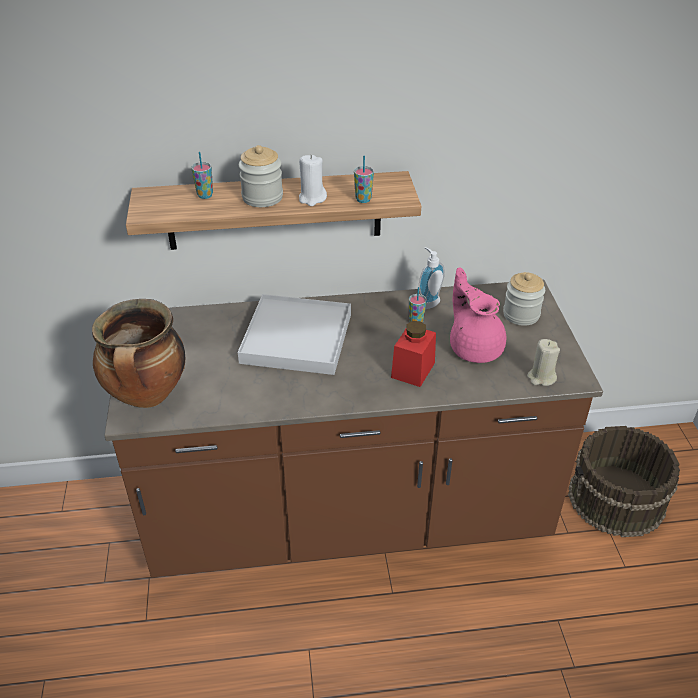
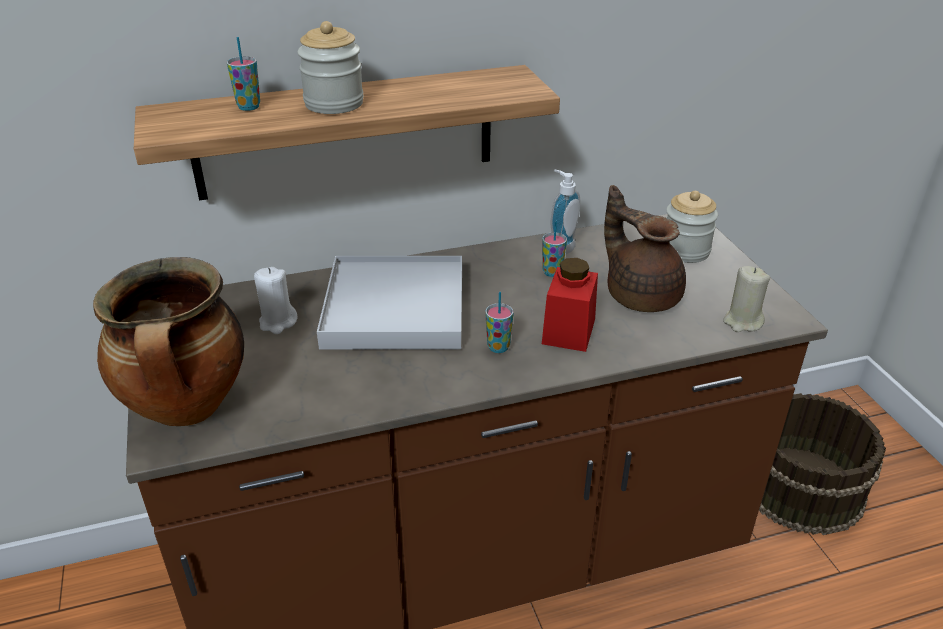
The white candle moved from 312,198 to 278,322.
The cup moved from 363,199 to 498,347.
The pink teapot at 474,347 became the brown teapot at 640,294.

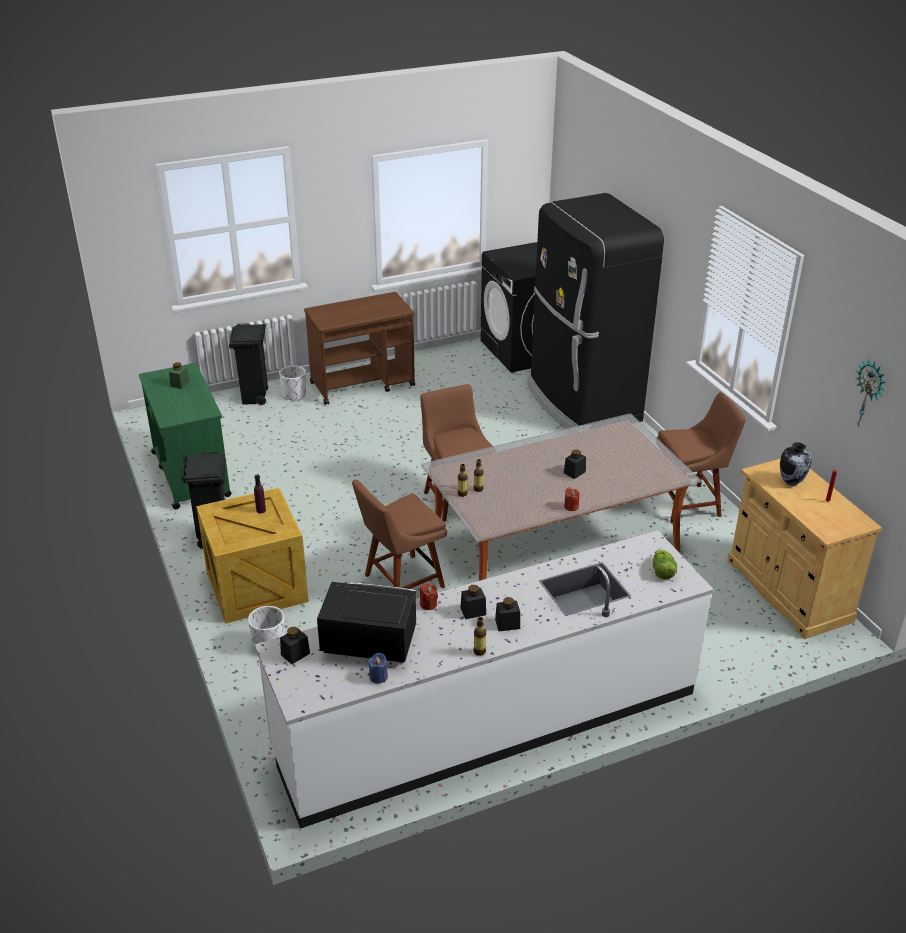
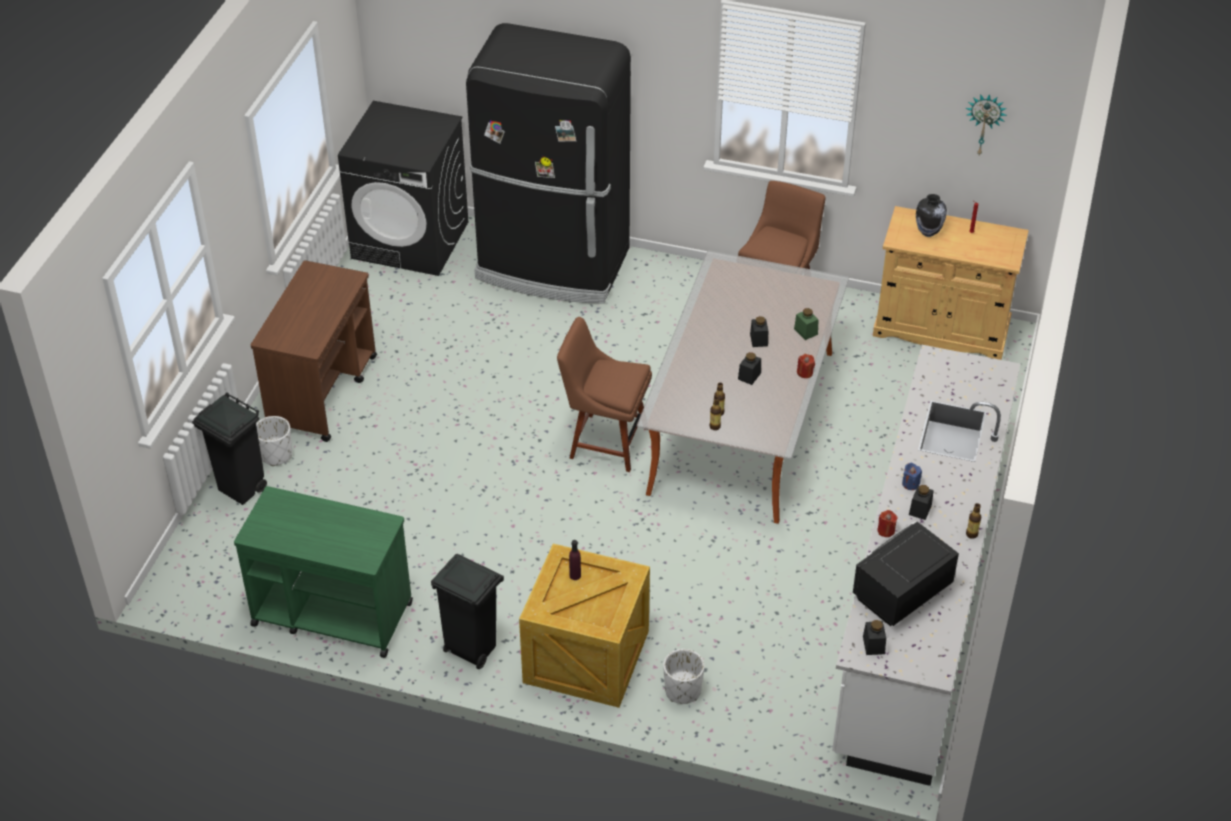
The black jar moved from 507,624 to 749,376.
The green jar moved from 180,384 to 805,331.
The blue candle moved from 378,677 to 910,484.
The brown chair at 400,582 disappeared.
The lettuce at 662,571 disappeared.

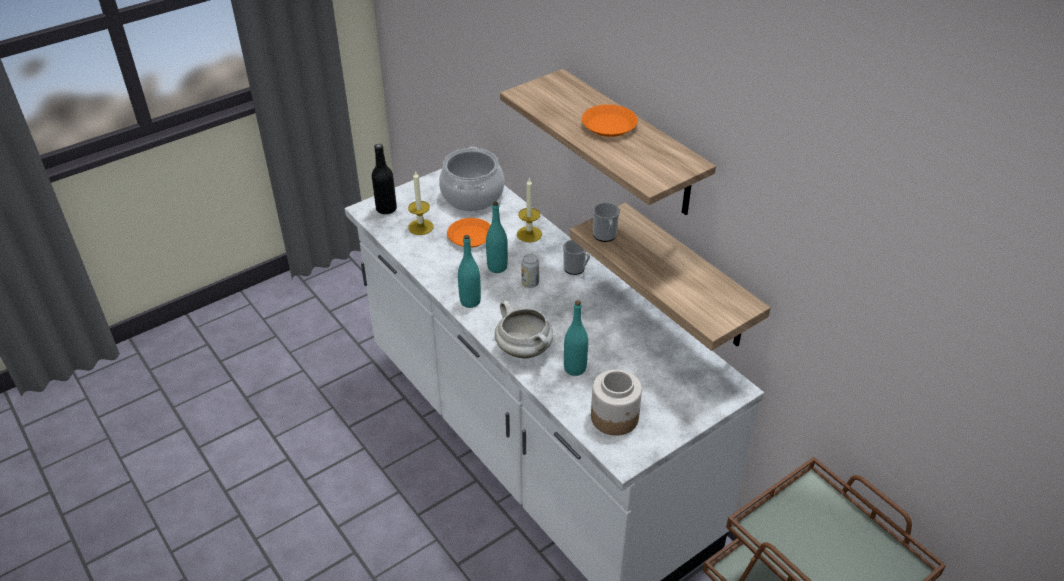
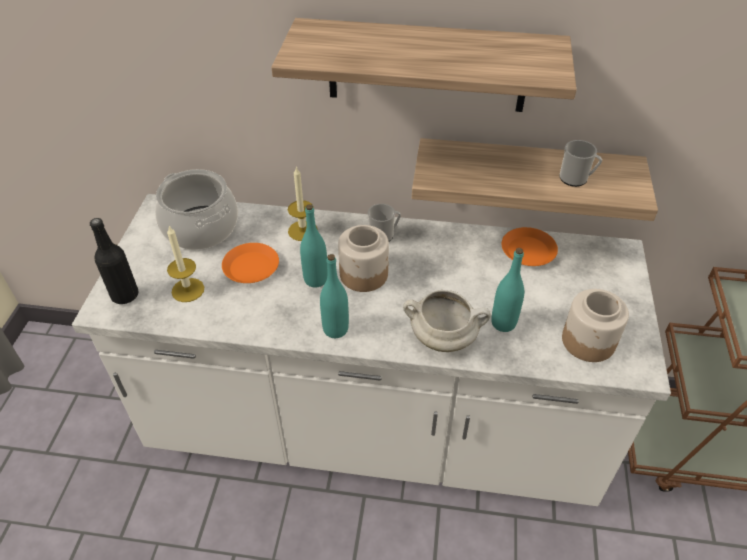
The can at 530,283 was replaced by the jar at 364,274.
The orange plate moved from 609,125 to 528,251.
The mug moved from 605,236 to 576,179.

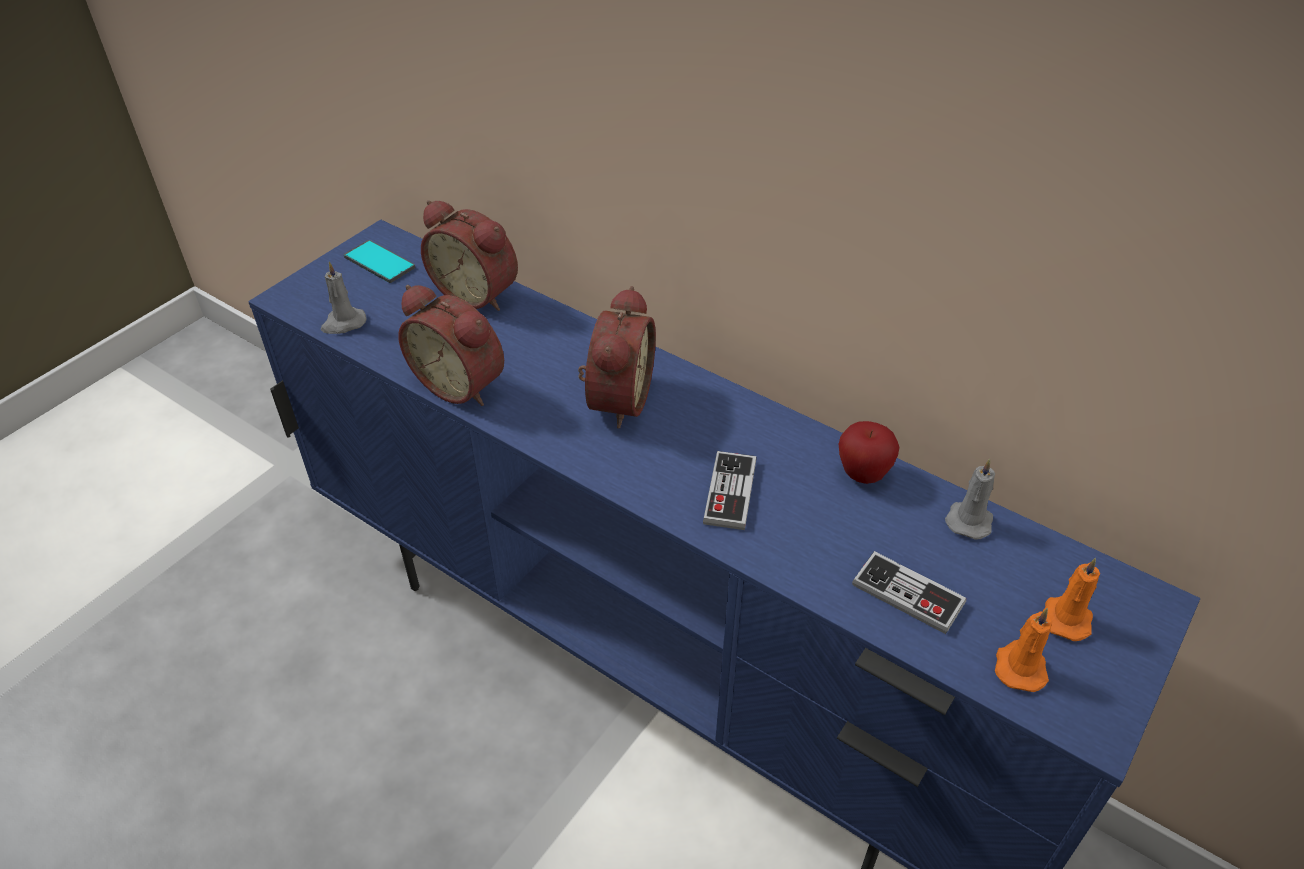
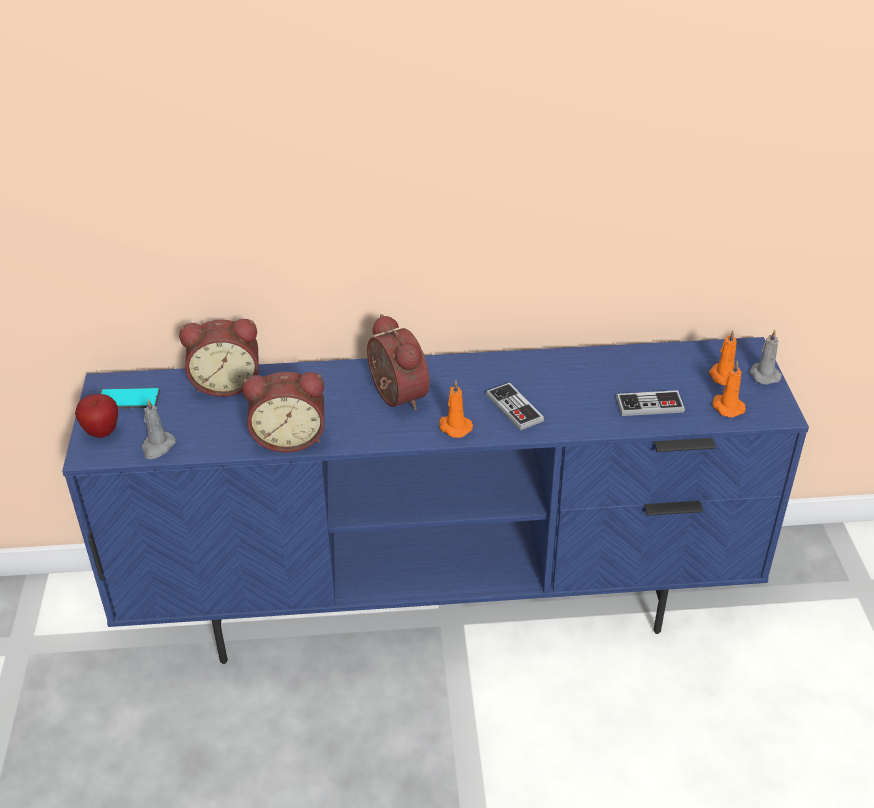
The apple moved from 862,474 to 102,432.
The orange candle at 454,427 appeared.
The grey candle moved from 969,519 to 763,375.

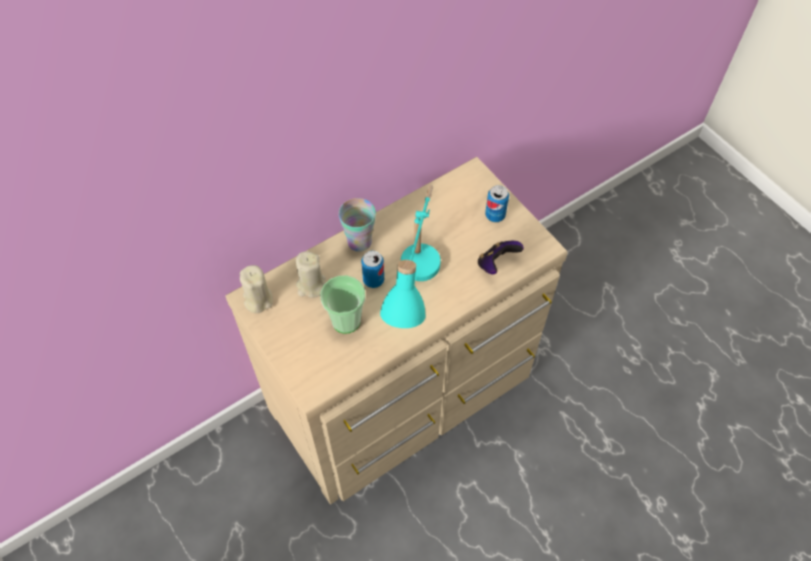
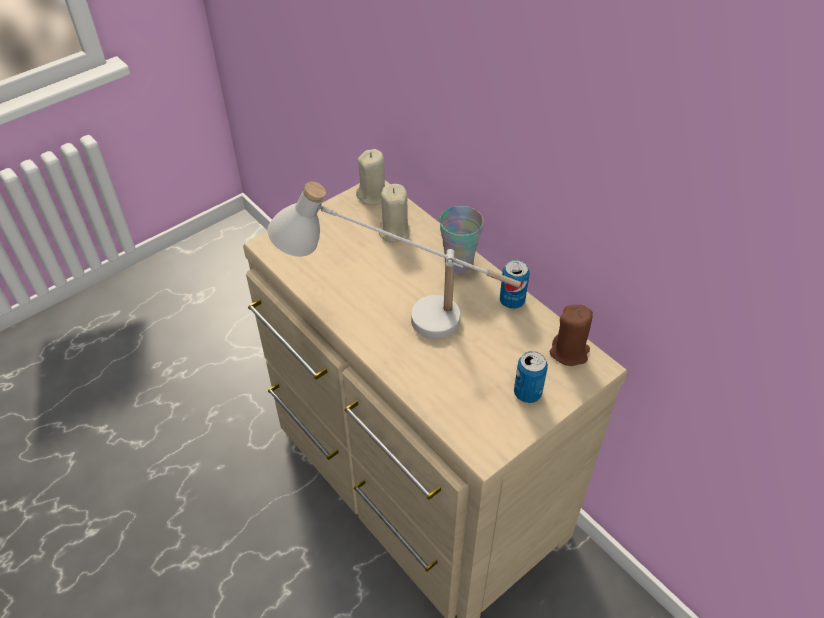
The turquoise table lamp at 415,290 became the white table lamp at 398,318.
The can moved from 373,280 to 512,301.
The brown candle at 569,352 appeared.
The cup at 346,320 disappeared.
The game controller at 496,264 disappeared.

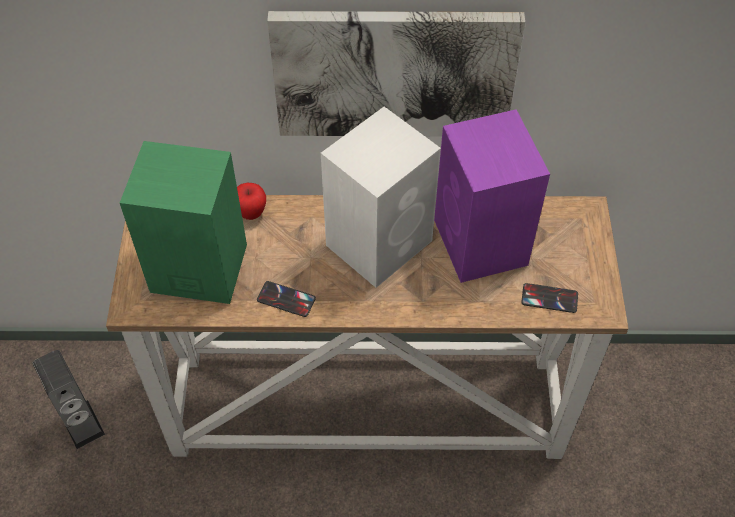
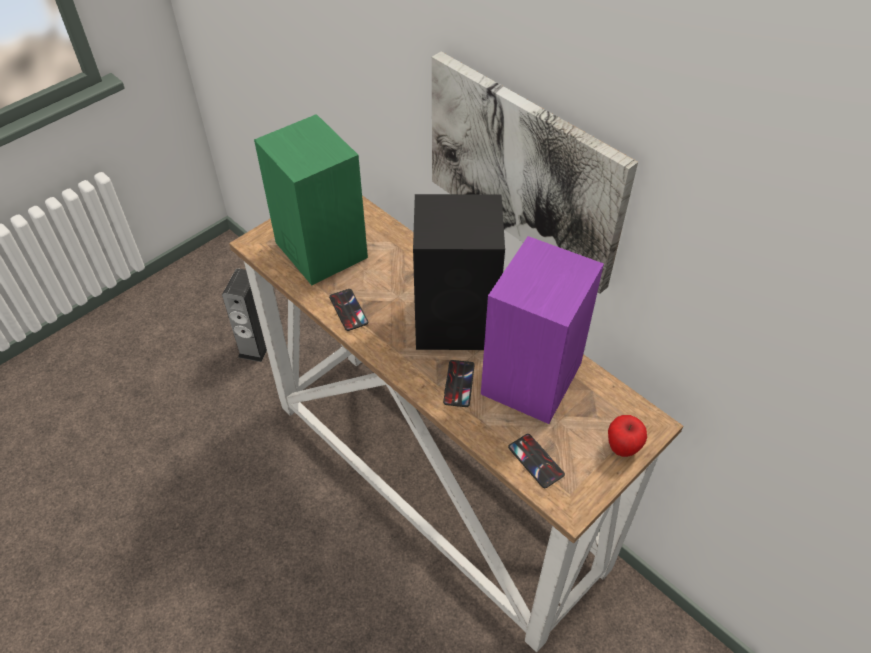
The white speaker at 381,241 became the black speaker at 458,322.
The phone at 459,383 appeared.
The apple moved from 251,213 to 622,448.

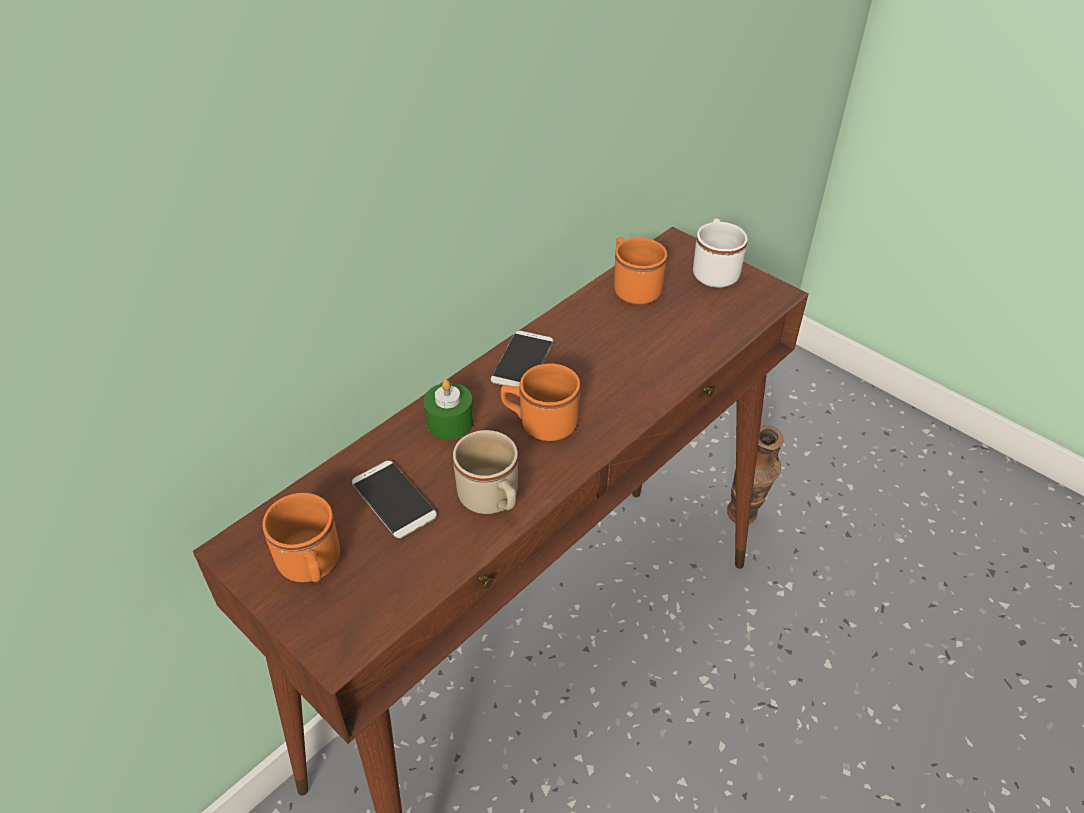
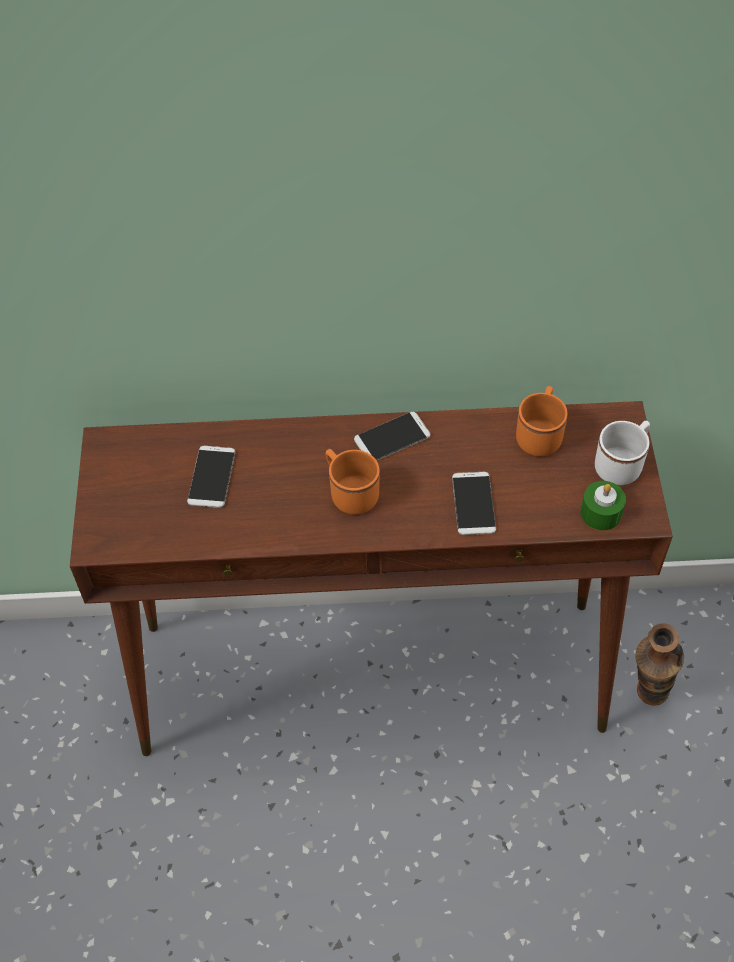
The phone at 473,504 appeared.
The green candle moved from 450,421 to 601,513.
The orange mug at 312,567 disappeared.
The beige mug at 492,501 disappeared.

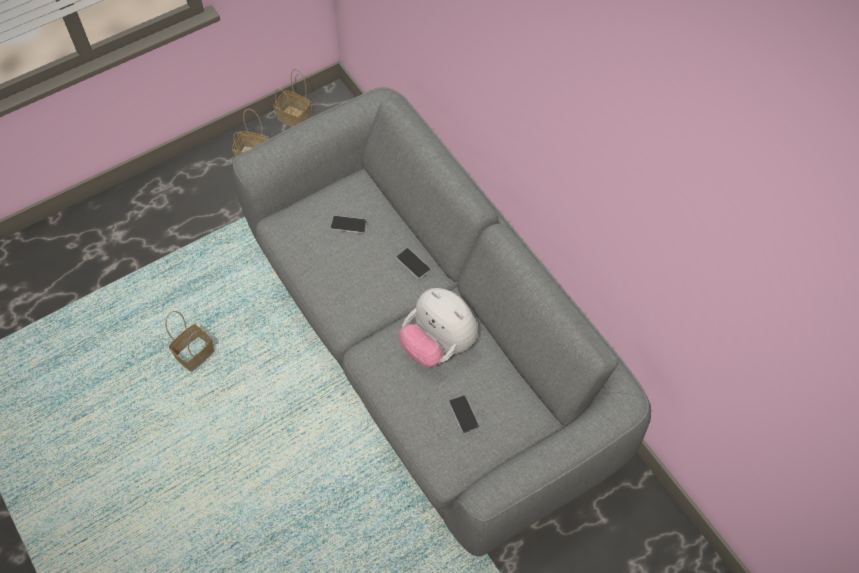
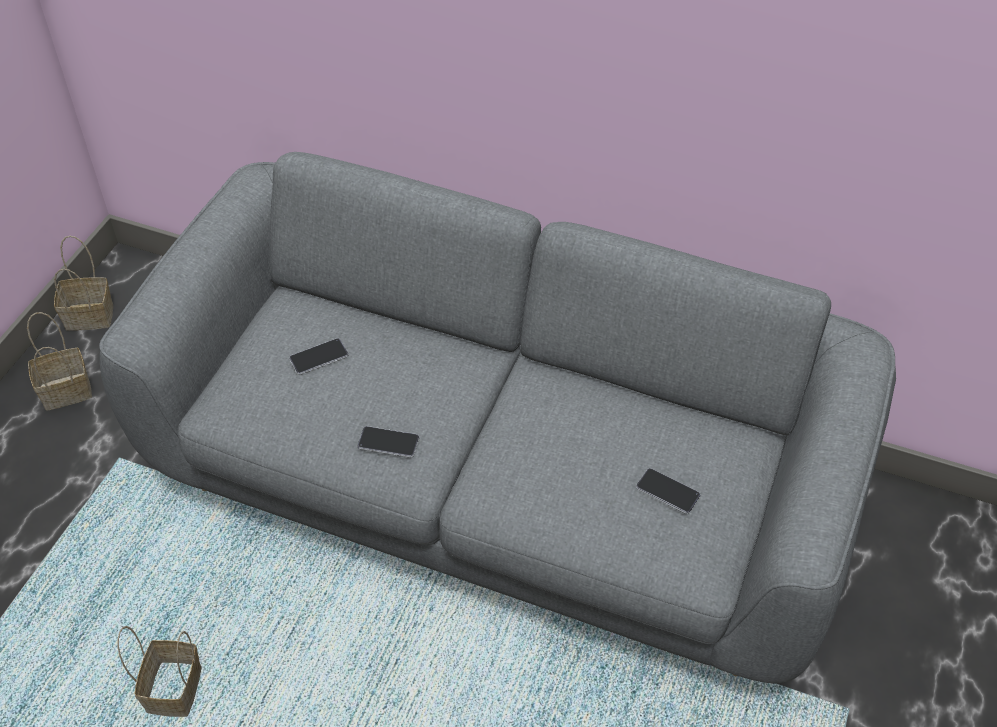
The phone moved from 413,263 to 388,442.
The plush toy at 438,344 disappeared.

